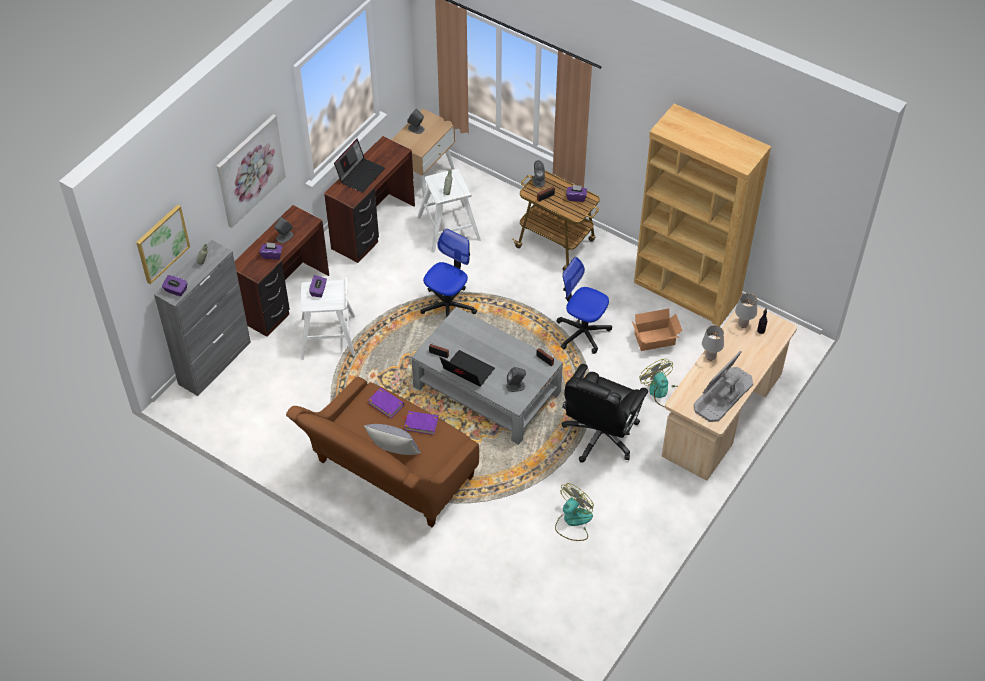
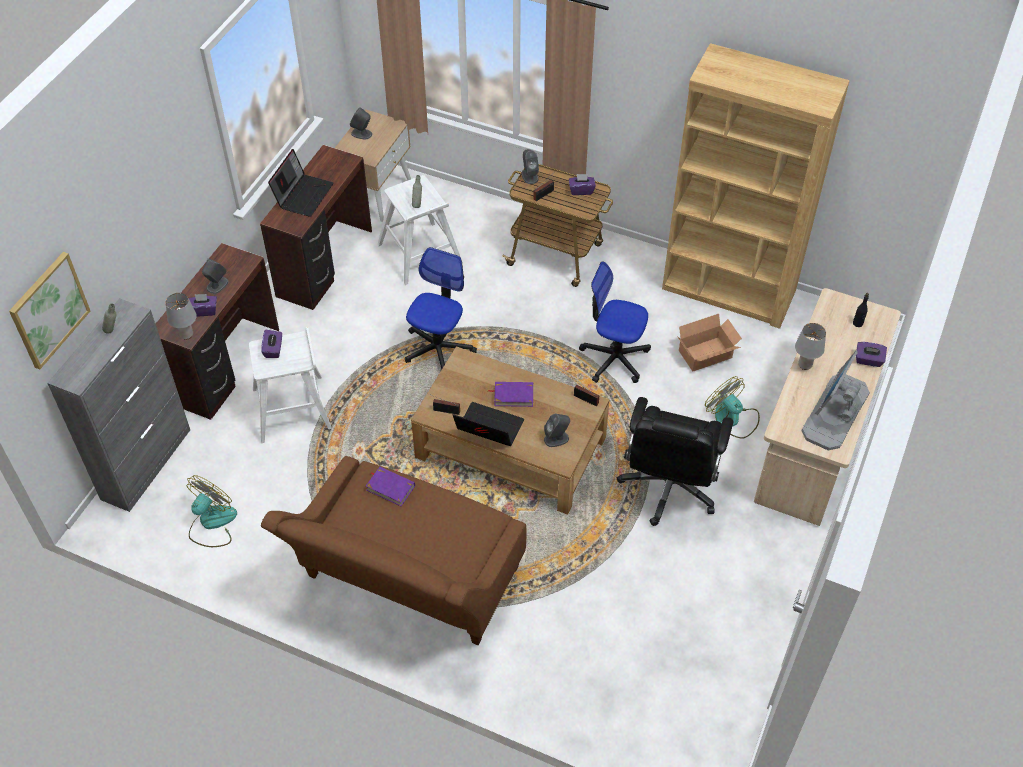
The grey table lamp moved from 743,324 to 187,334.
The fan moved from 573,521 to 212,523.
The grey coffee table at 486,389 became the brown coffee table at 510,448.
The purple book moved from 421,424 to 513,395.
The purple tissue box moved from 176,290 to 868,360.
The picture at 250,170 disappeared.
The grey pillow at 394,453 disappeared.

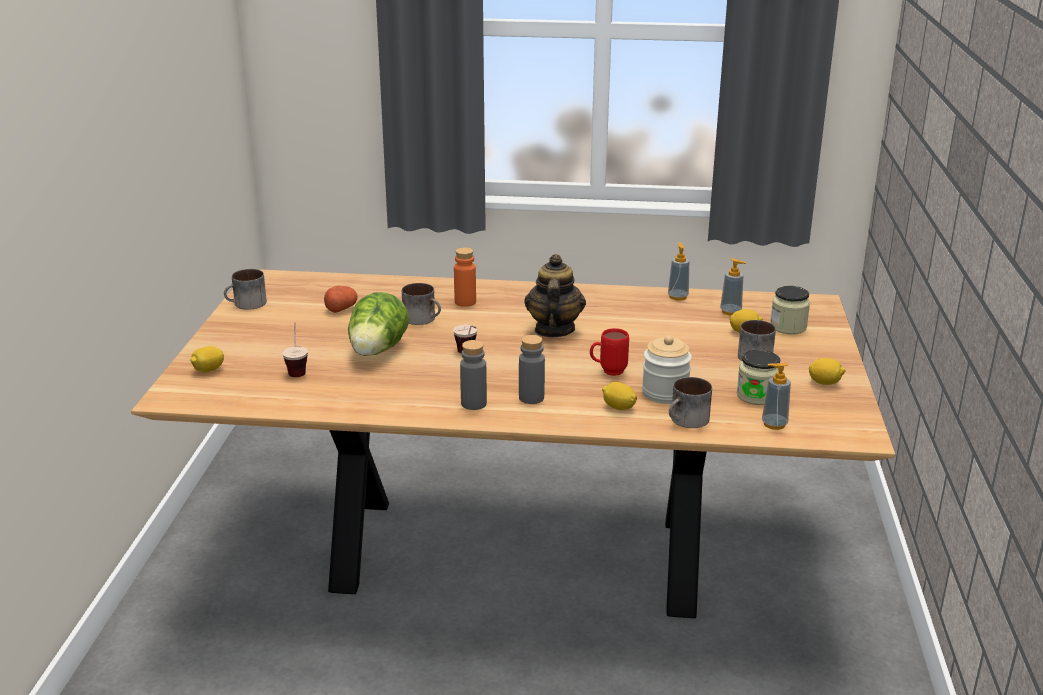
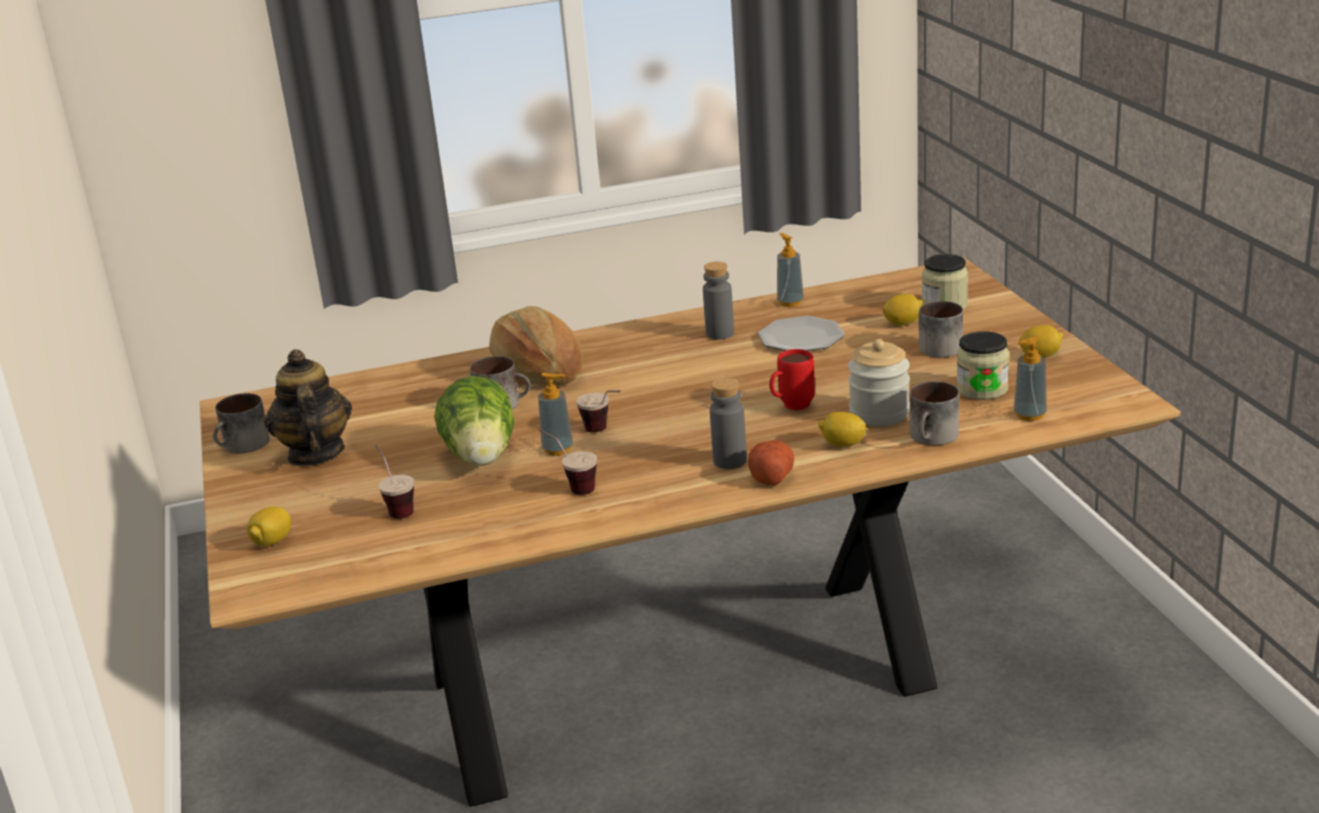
The teapot moved from 553,330 to 315,454.
The orange bottle at 465,302 was replaced by the bread at 538,371.
The soap dispenser moved from 730,312 to 558,449.
The cup at 571,487 appeared.
The grey bottle moved from 473,404 to 720,334.
The potato moved from 341,308 to 771,476.
The plate at 800,338 appeared.

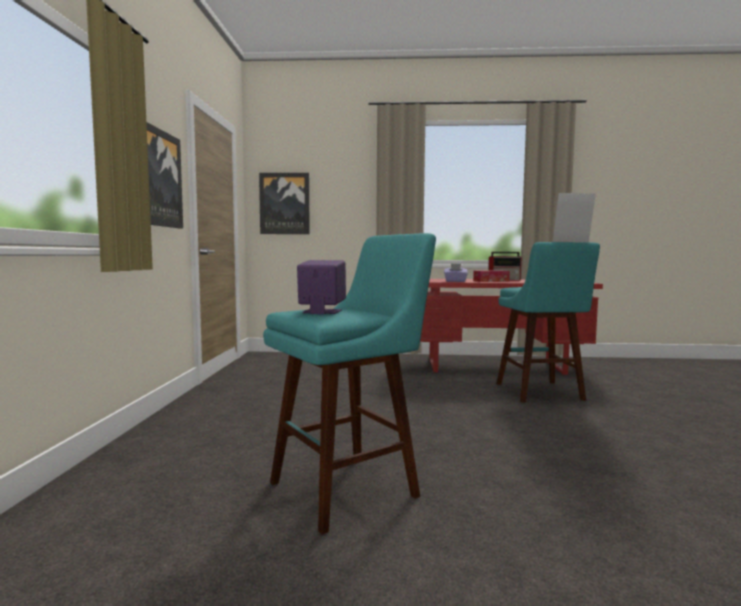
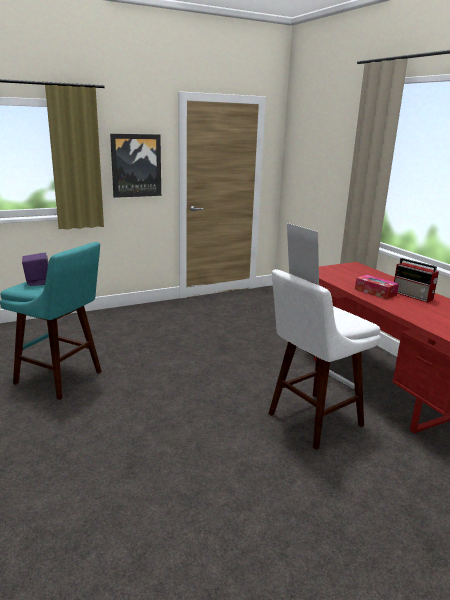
The turquoise stool at 540,393 became the white stool at 311,421.
The picture at 284,203 disappeared.
The purple tissue box at 455,281 disappeared.

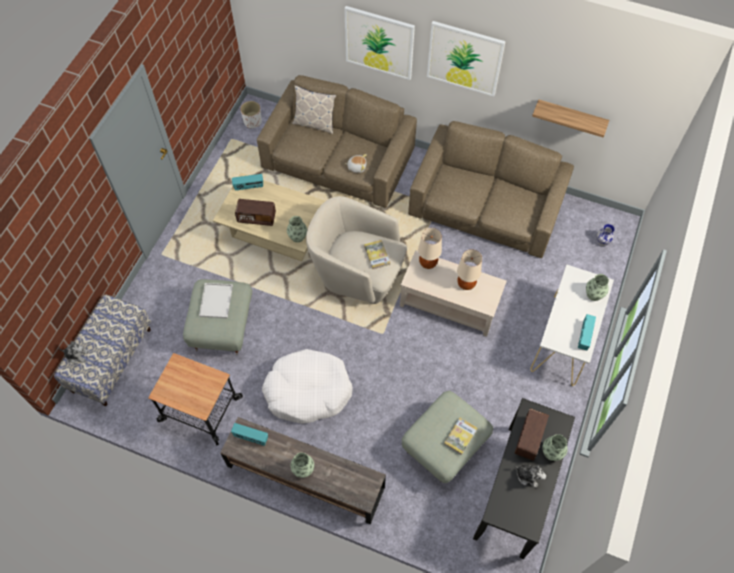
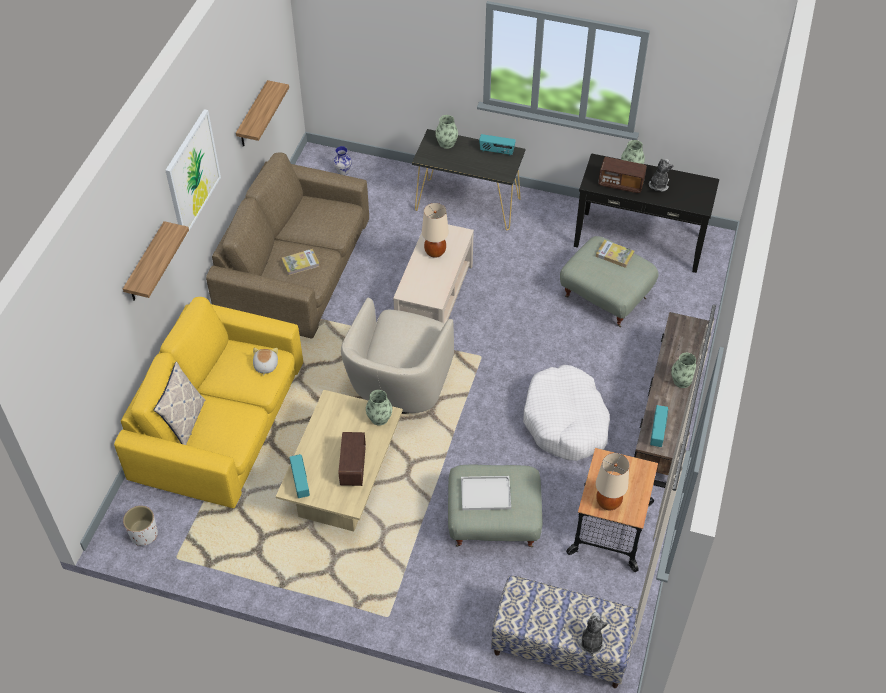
The brown sofa at 338,159 became the yellow sofa at 220,421.
The picture at 379,42 was replaced by the shelf at 146,264.
The book moved from 377,255 to 300,263.
The white console table at 563,340 became the black console table at 468,204.
The beige table lamp moved from 428,263 to 608,502.

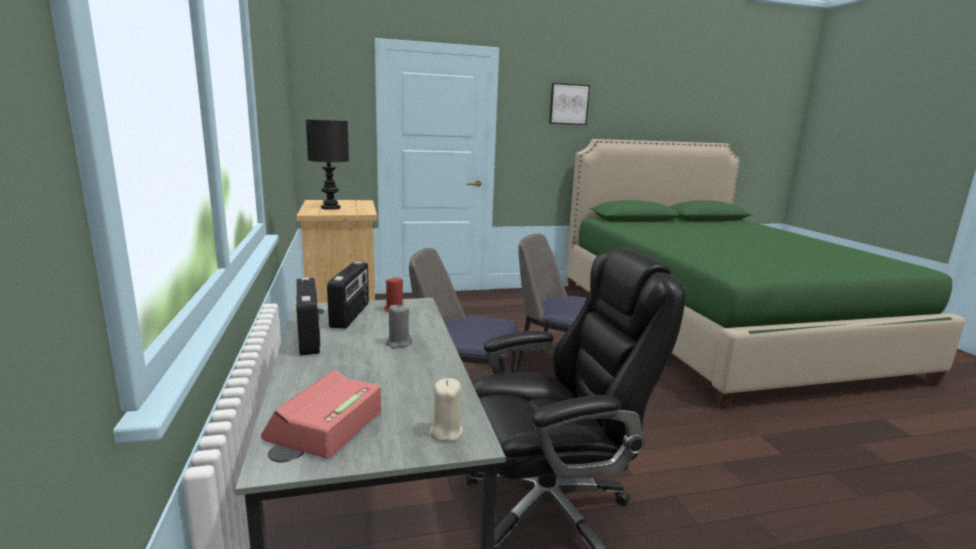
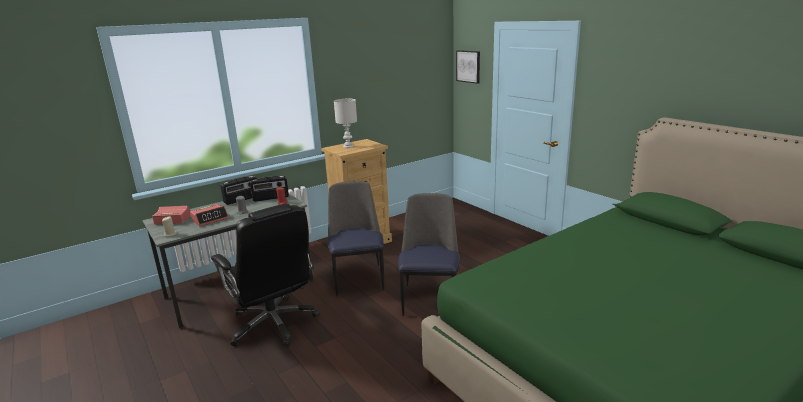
The alarm clock at 210,219 appeared.
The black table lamp at 330,208 became the white table lamp at 348,146.
The picture moved from 568,104 to 468,66.

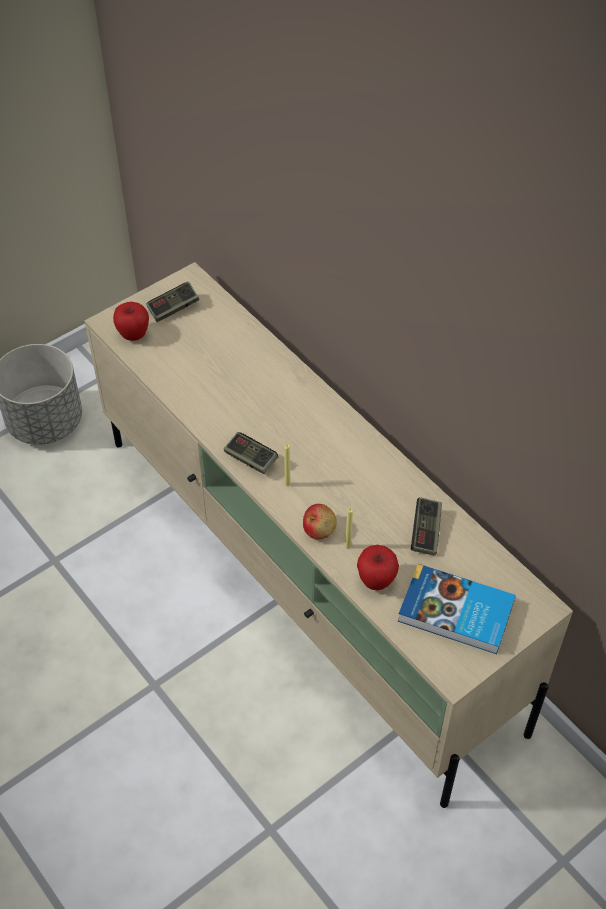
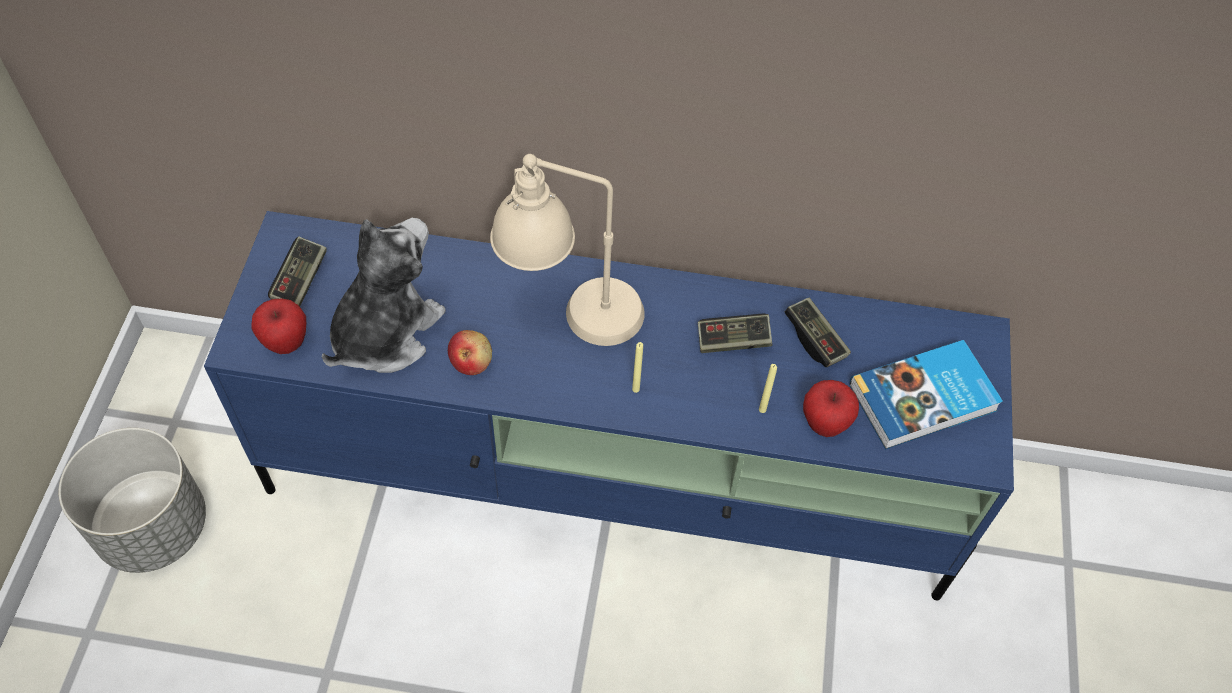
The beige tv stand at 306,580 became the blue tv stand at 612,484.
The plush toy at 385,332 appeared.
The apple moved from 319,529 to 471,361.
The beige table lamp at 570,315 appeared.
The game controller moved from 251,459 to 733,341.

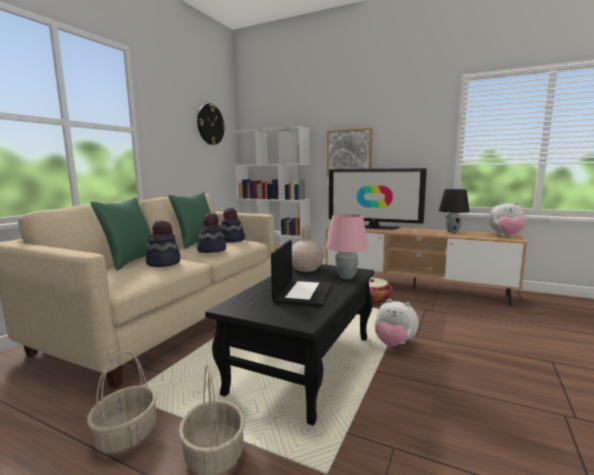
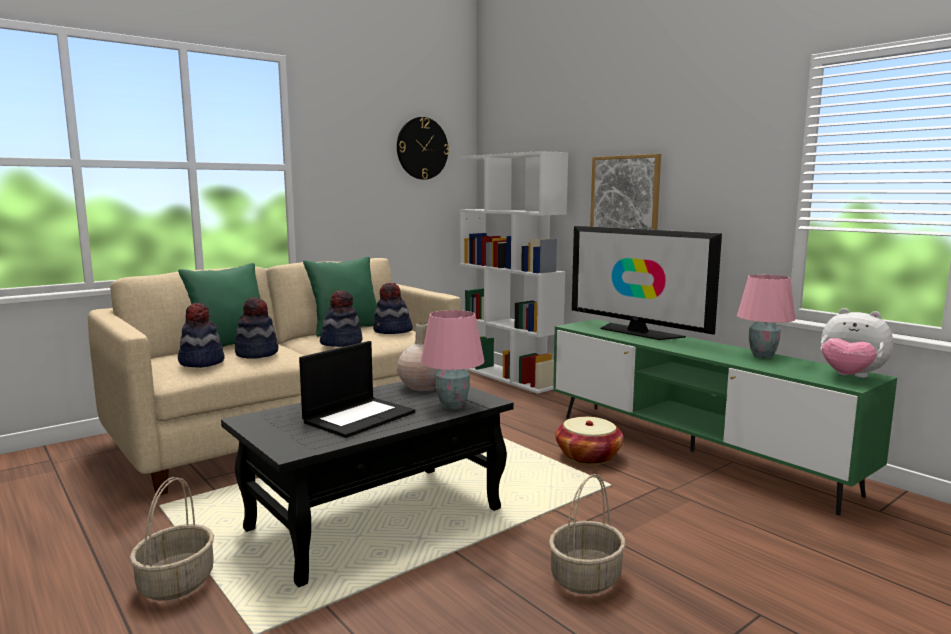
The hat at 201,362 appeared.
The basket moved from 126,435 to 586,578.
The brown tv stand at 414,288 became the green tv stand at 691,451.
The black table lamp at 452,231 became the pink table lamp at 762,356.
The plush toy at 394,344 disappeared.

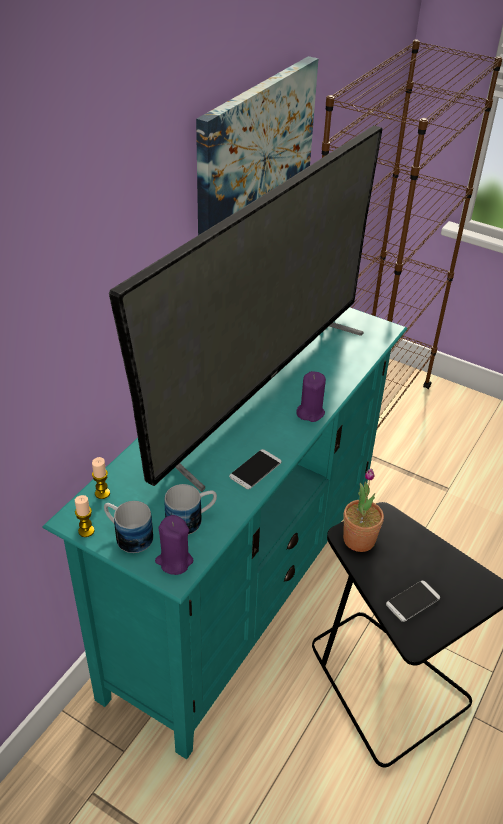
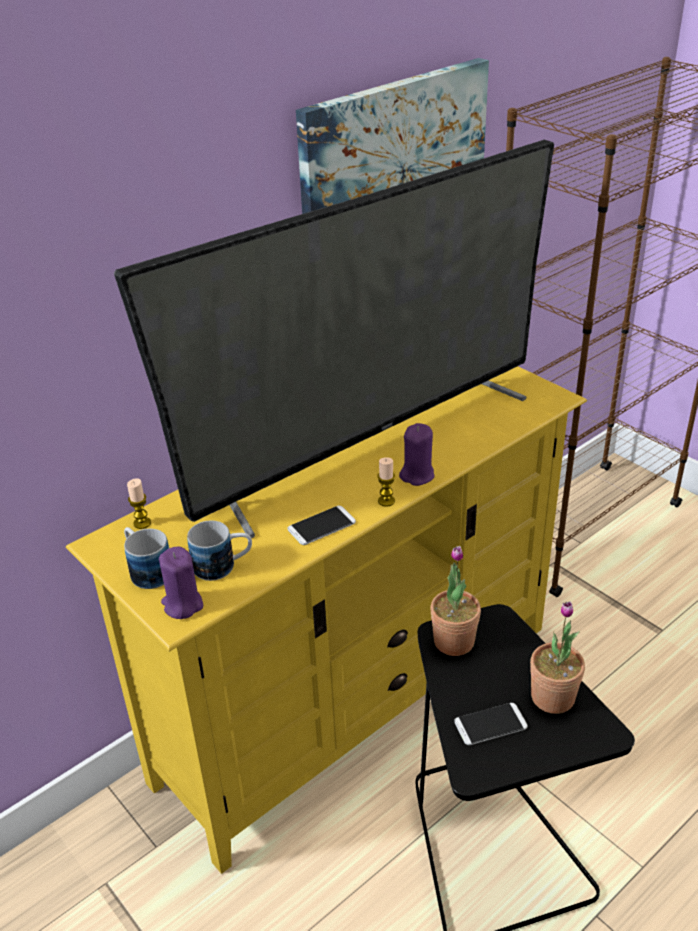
The turquoise tv stand at 243,590 became the yellow tv stand at 357,699.
The candle moved from 86,531 to 386,501.
The potted plant at 552,697 appeared.

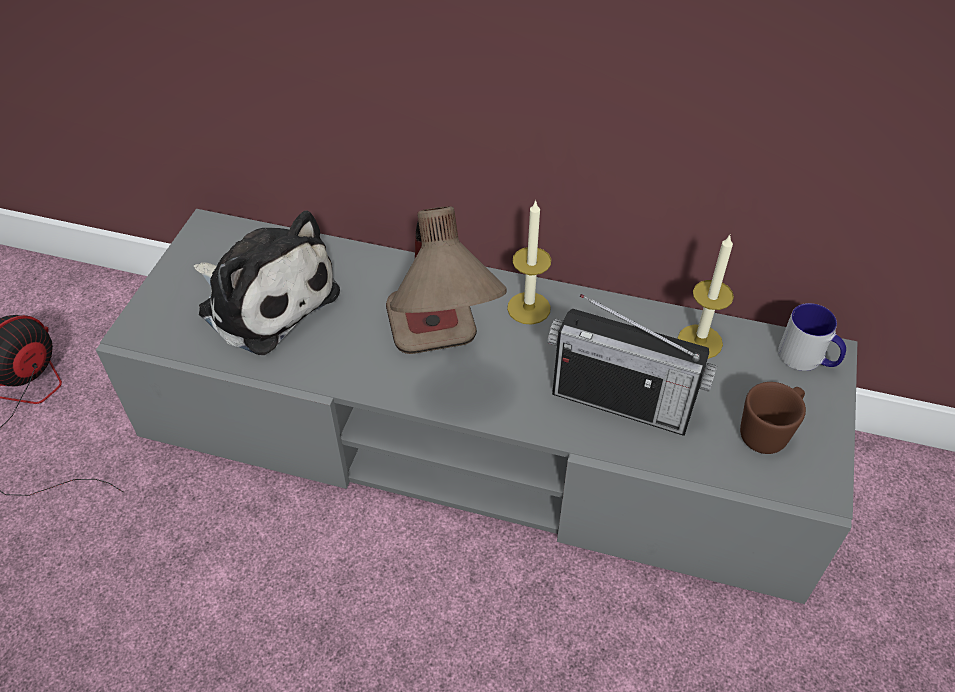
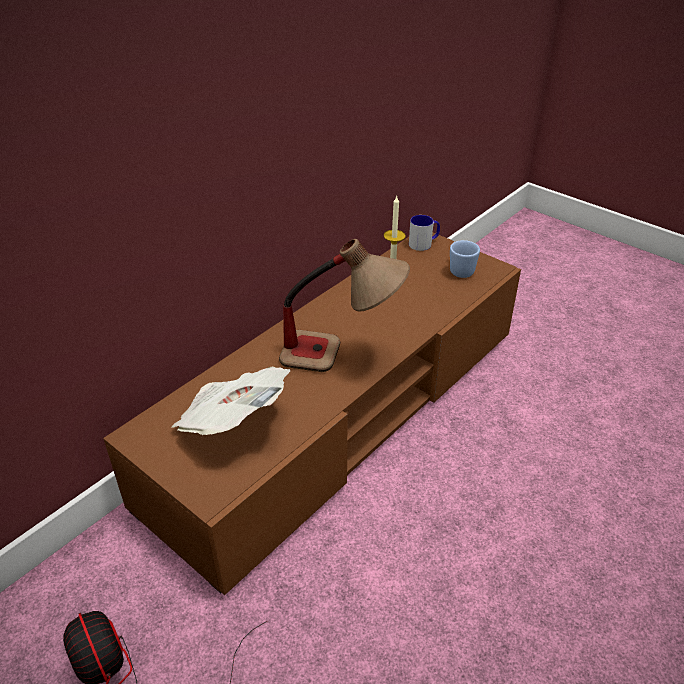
The grey tv stand at 477,437 became the brown tv stand at 342,414.
The plush toy at 265,299 was replaced by the newspaper at 233,421.
The brown mug at 768,432 became the blue mug at 459,270.
The candle at 528,308 disappeared.
The radio at 622,402 disappeared.

